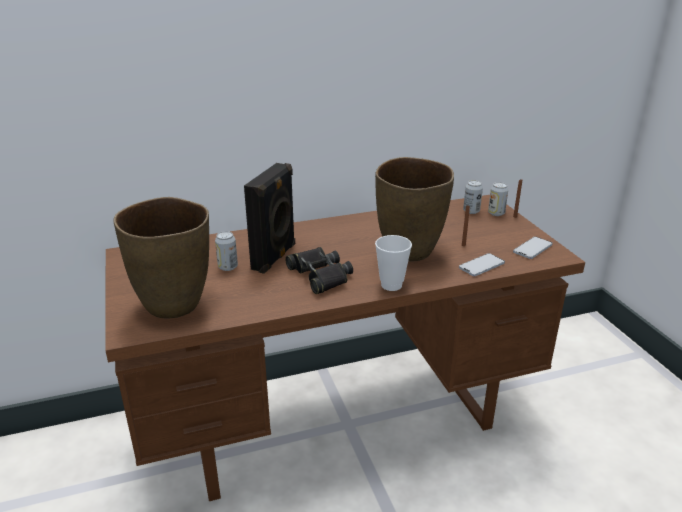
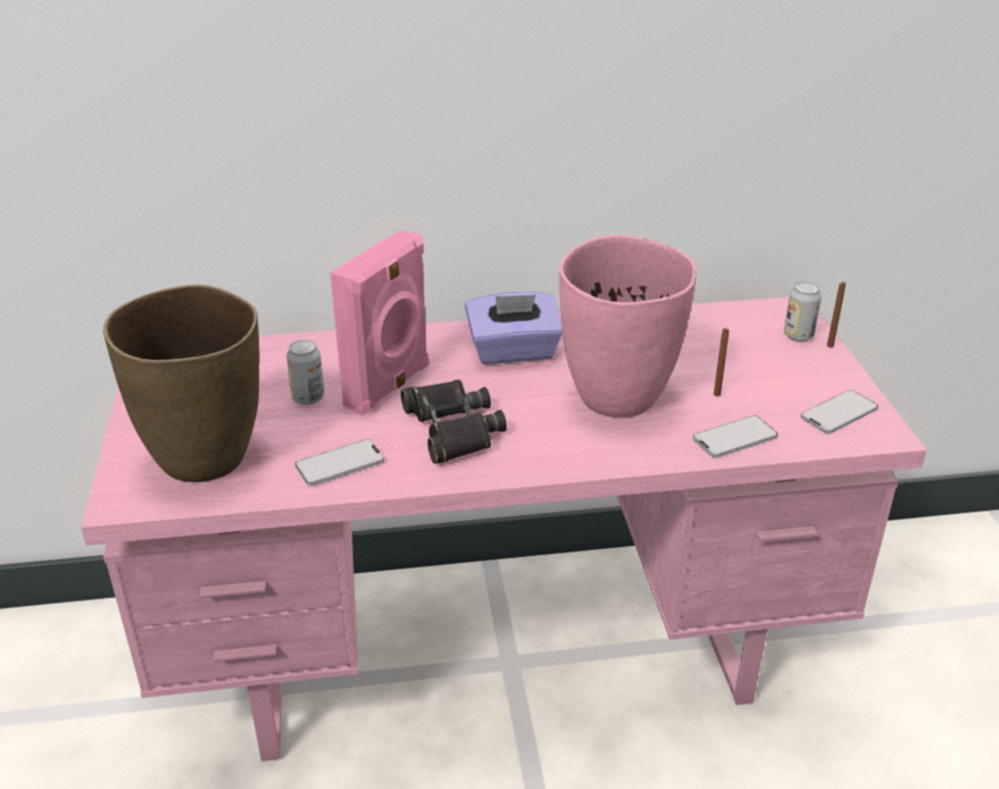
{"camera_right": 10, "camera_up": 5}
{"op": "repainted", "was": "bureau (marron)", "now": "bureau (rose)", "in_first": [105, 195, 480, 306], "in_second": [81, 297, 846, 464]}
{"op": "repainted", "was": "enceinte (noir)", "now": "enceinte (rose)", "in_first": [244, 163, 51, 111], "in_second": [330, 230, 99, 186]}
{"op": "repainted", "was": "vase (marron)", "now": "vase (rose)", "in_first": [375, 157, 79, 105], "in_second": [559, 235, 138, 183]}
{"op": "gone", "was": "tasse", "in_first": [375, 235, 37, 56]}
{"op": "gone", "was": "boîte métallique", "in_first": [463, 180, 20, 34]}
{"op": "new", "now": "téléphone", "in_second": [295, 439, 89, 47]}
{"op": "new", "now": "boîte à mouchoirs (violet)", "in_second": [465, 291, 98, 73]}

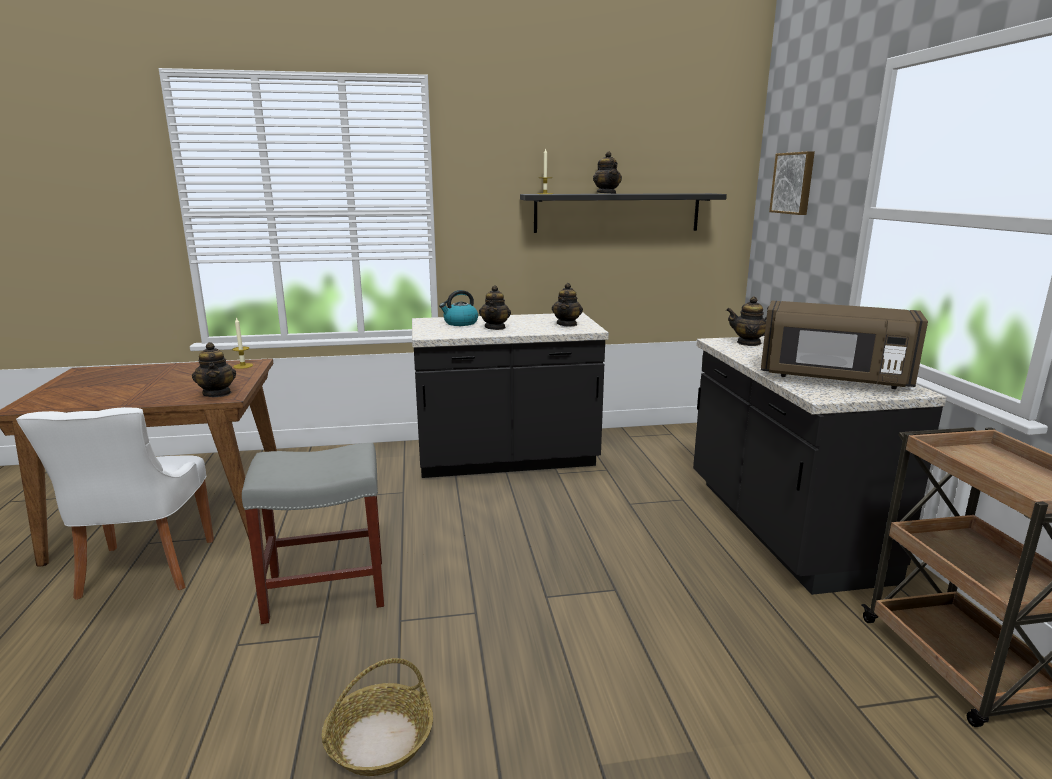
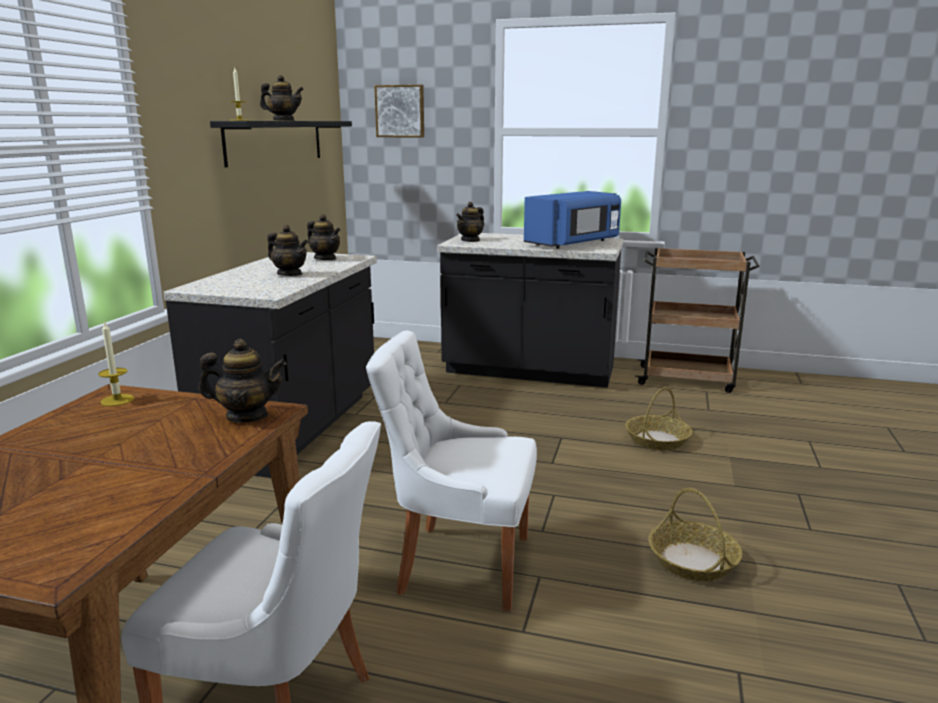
{"camera_right": -65, "camera_up": 0}
{"op": "swapped", "was": "tabouret (gris)", "now": "chaise (blanc)", "in_first": [242, 443, 142, 181], "in_second": [366, 331, 171, 281]}
{"op": "gone", "was": "bouilloire", "in_first": [439, 290, 39, 36]}
{"op": "repainted", "was": "micro-ondes (marron)", "now": "micro-ondes (bleu)", "in_first": [761, 301, 167, 88], "in_second": [524, 191, 97, 58]}
{"op": "new", "now": "panier", "in_second": [625, 387, 68, 63]}

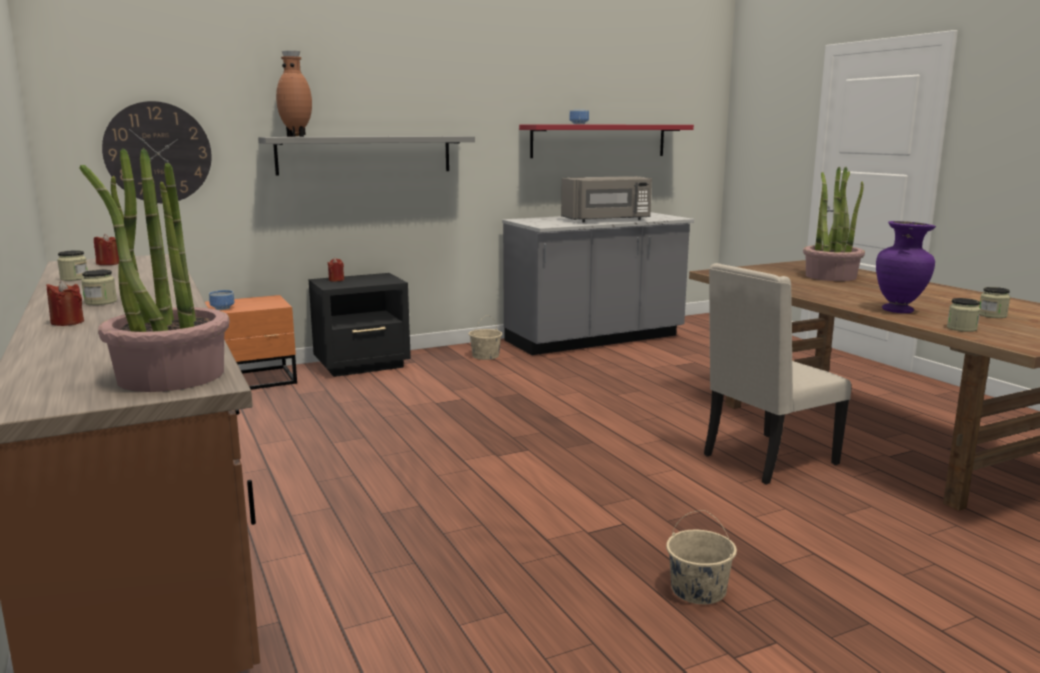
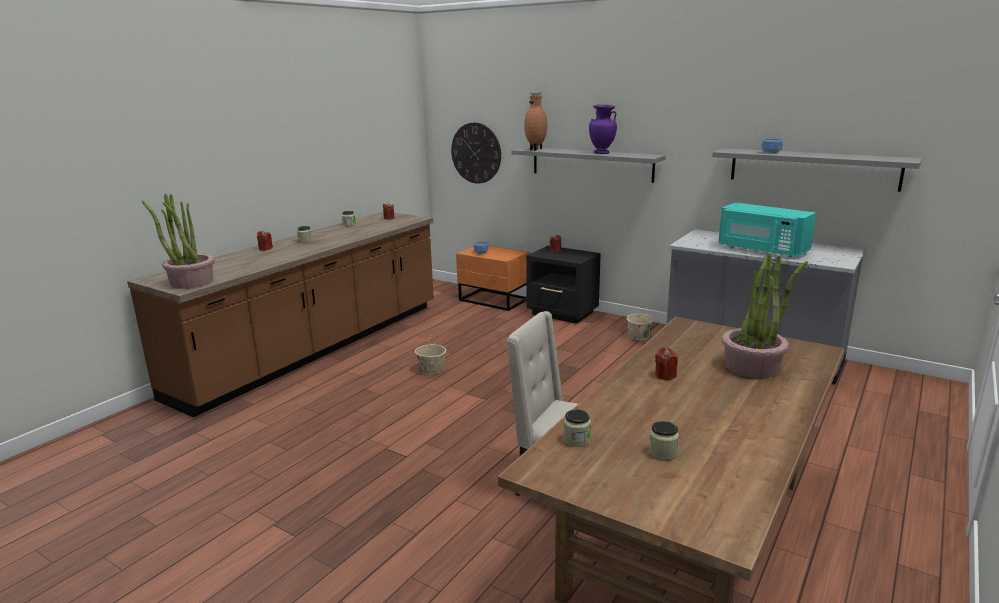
{"camera_right": 60, "camera_up": 5}
{"op": "repainted", "was": "étagère (rouge)", "now": "étagère (gris)", "in_first": [519, 124, 175, 34], "in_second": [712, 148, 210, 44]}
{"op": "repainted", "was": "micro-ondes (gris)", "now": "micro-ondes (turquoise)", "in_first": [561, 176, 91, 46], "in_second": [718, 202, 98, 56]}
{"op": "shifted", "was": "seau (beige)", "in_first": [666, 510, 71, 94], "in_second": [415, 336, 31, 39]}
{"op": "shifted", "was": "vase (violet)", "in_first": [876, 221, 60, 92], "in_second": [589, 105, 28, 49]}
{"op": "new", "now": "bougie (rouge)", "in_second": [655, 347, 23, 33]}

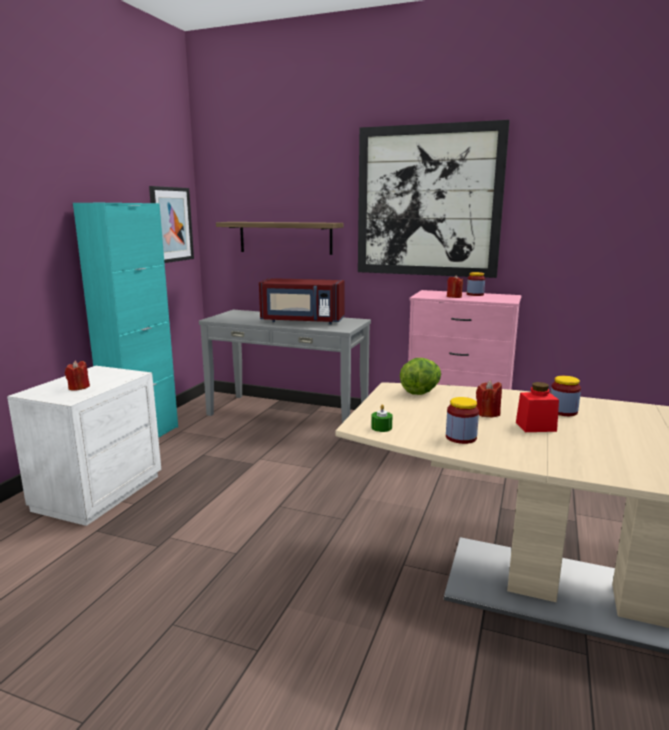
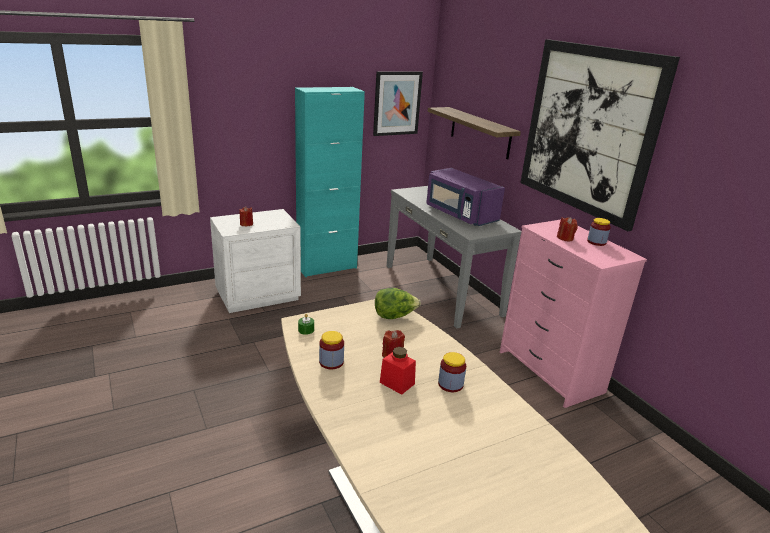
{"camera_right": 40, "camera_up": 10}
{"op": "repainted", "was": "micro-ondes (rouge)", "now": "micro-ondes (violet)", "in_first": [259, 278, 86, 46], "in_second": [426, 168, 79, 58]}

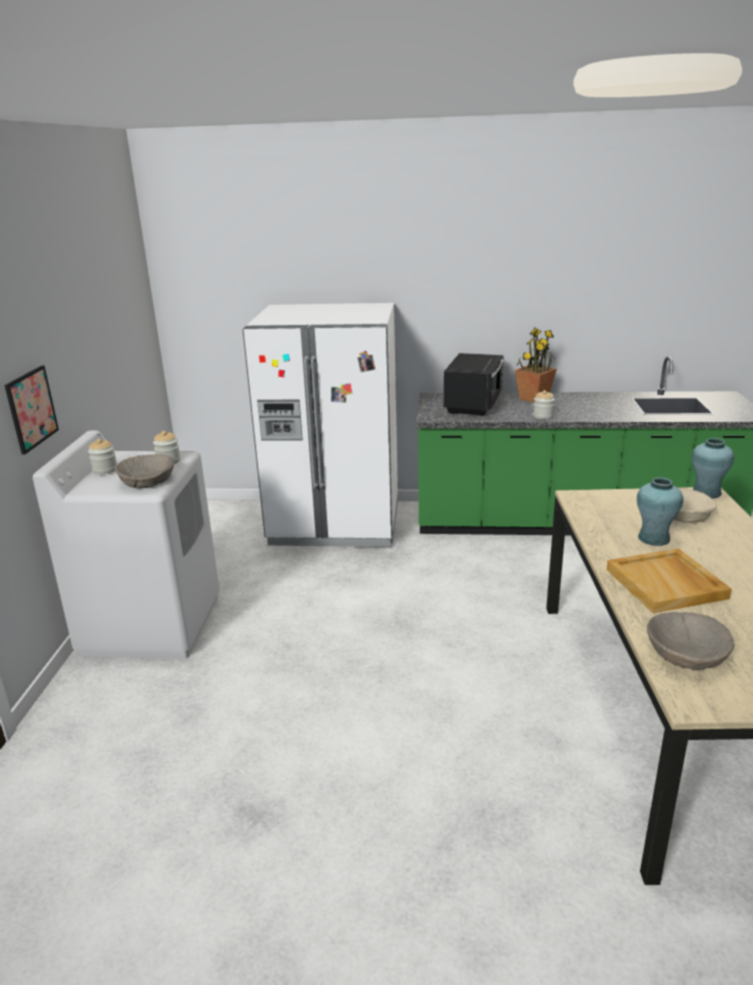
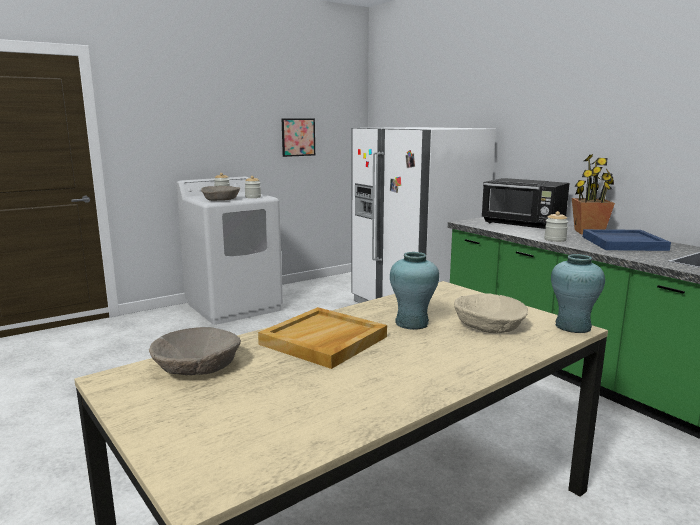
{"camera_right": 50, "camera_up": -10}
{"op": "shifted", "was": "tableau", "in_first": [4, 366, 55, 89], "in_second": [282, 118, 33, 39]}
{"op": "rotated", "was": "micro-ondes (noir)", "in_first": [444, 353, 60, 63], "in_second": [481, 178, 89, 51], "clockwise": 60}
{"op": "new", "now": "plateau (bleu)", "in_second": [583, 229, 88, 22]}

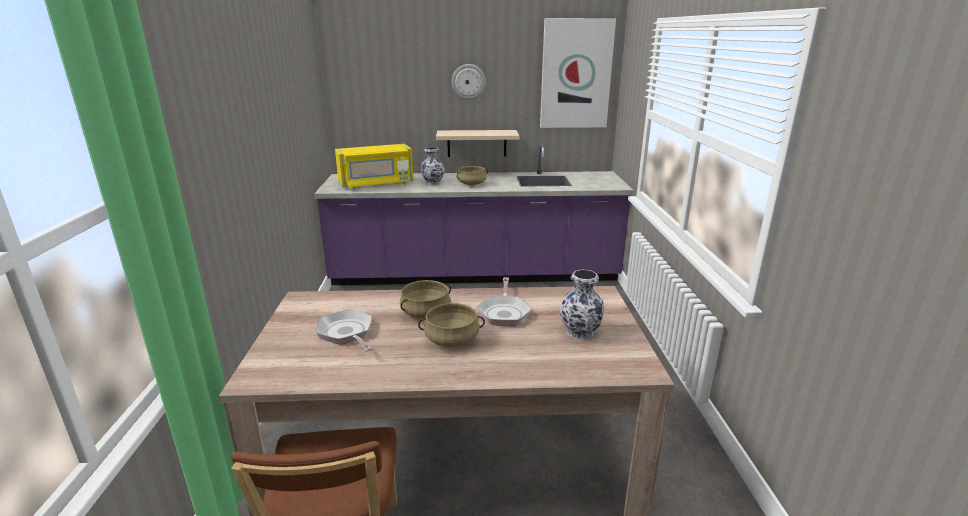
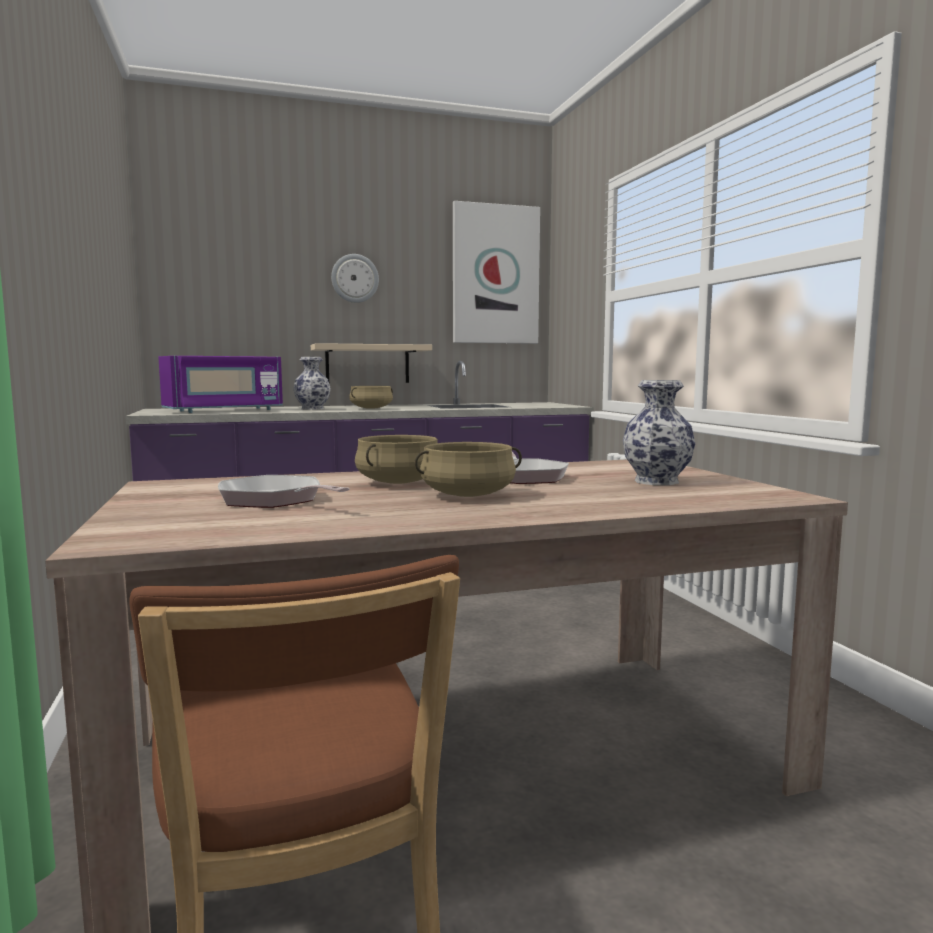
{"camera_right": -15, "camera_up": -15}
{"op": "repainted", "was": "micro-ondes (jaune)", "now": "micro-ondes (violet)", "in_first": [335, 144, 79, 45], "in_second": [158, 356, 125, 57]}

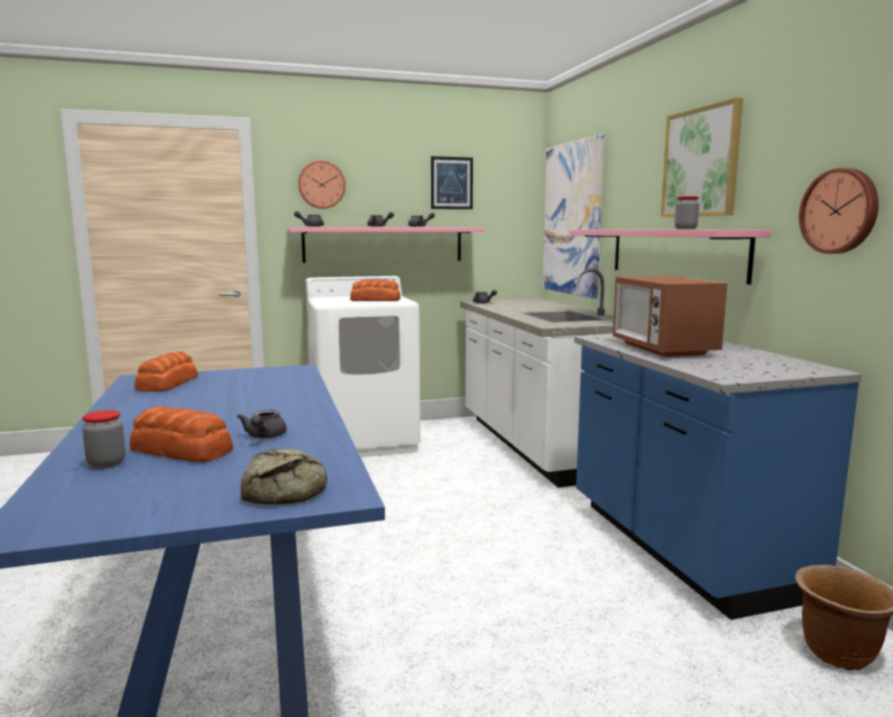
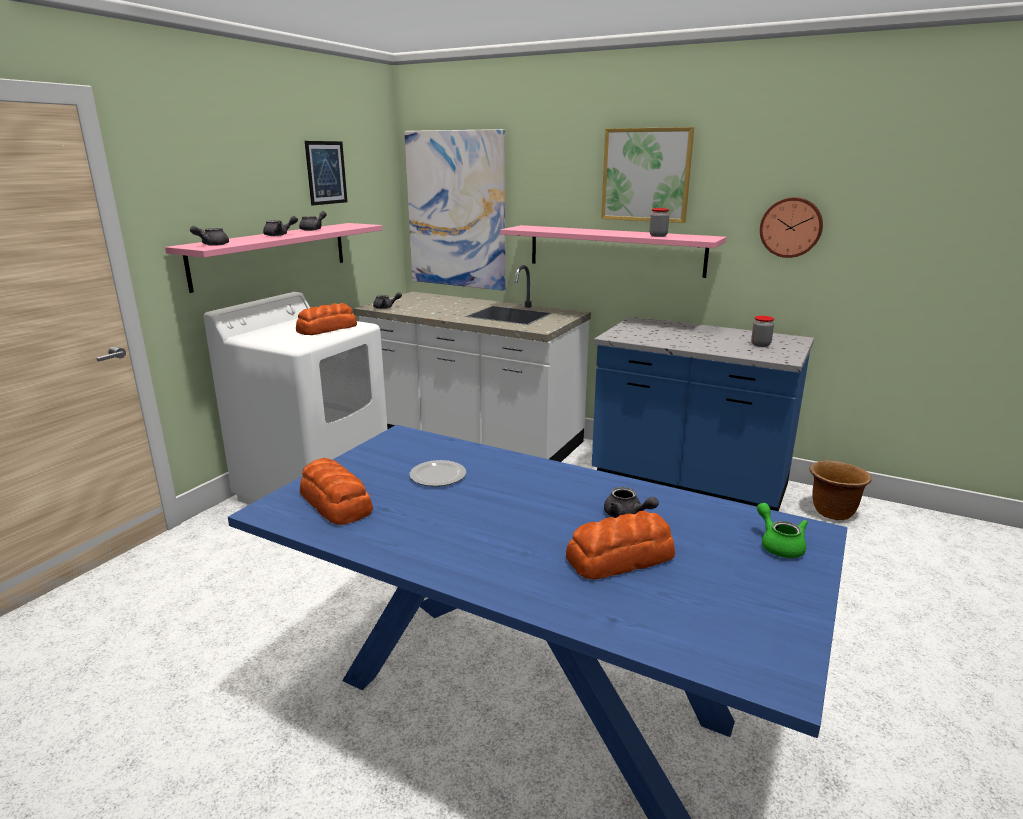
{"camera_right": -45, "camera_up": 10}
{"op": "shifted", "was": "bocal", "in_first": [82, 410, 43, 58], "in_second": [751, 316, 23, 31]}
{"op": "swapped", "was": "pain", "now": "théière (vert)", "in_first": [241, 448, 86, 57], "in_second": [757, 503, 51, 55]}
{"op": "gone", "was": "horloge murale", "in_first": [298, 160, 48, 49]}
{"op": "gone", "was": "micro-ondes", "in_first": [613, 276, 114, 81]}
{"op": "new", "now": "assiette", "in_second": [410, 460, 56, 26]}

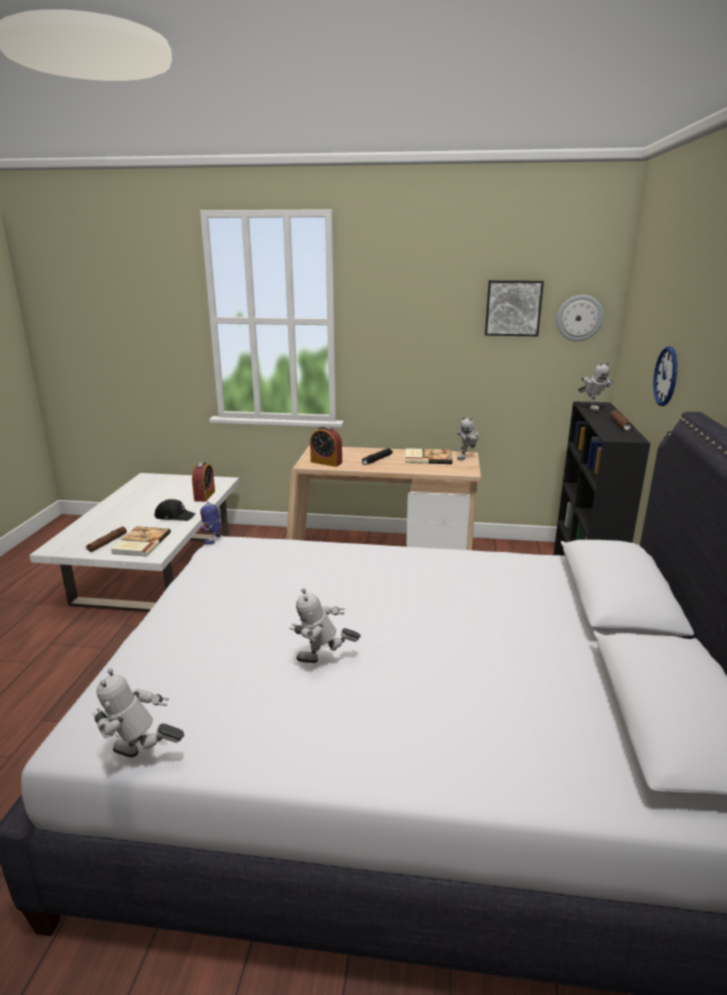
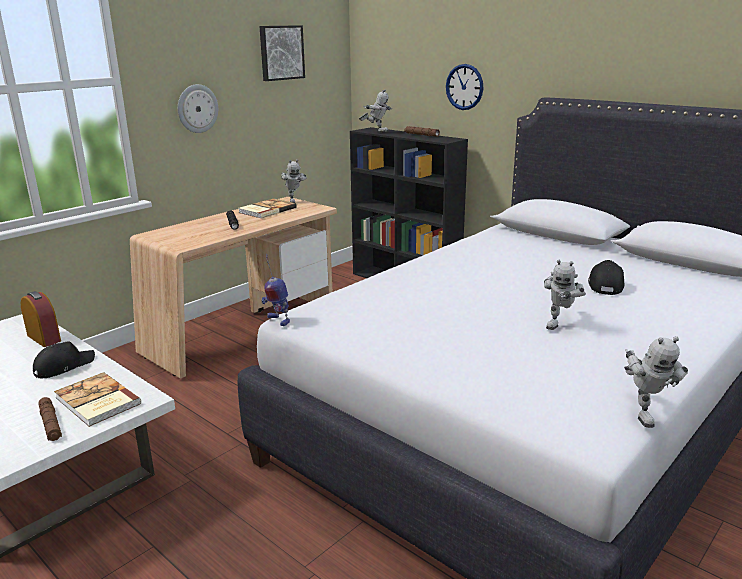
{"camera_right": -55, "camera_up": 0}
{"op": "rotated", "was": "robot jouet", "in_first": [93, 668, 91, 90], "in_second": [624, 336, 64, 92], "clockwise": -45}
{"op": "gone", "was": "réveil", "in_first": [310, 426, 32, 41]}
{"op": "shifted", "was": "horloge murale", "in_first": [556, 295, 48, 47], "in_second": [178, 84, 40, 49]}
{"op": "new", "now": "casquette (noir)", "in_second": [588, 260, 37, 35]}

